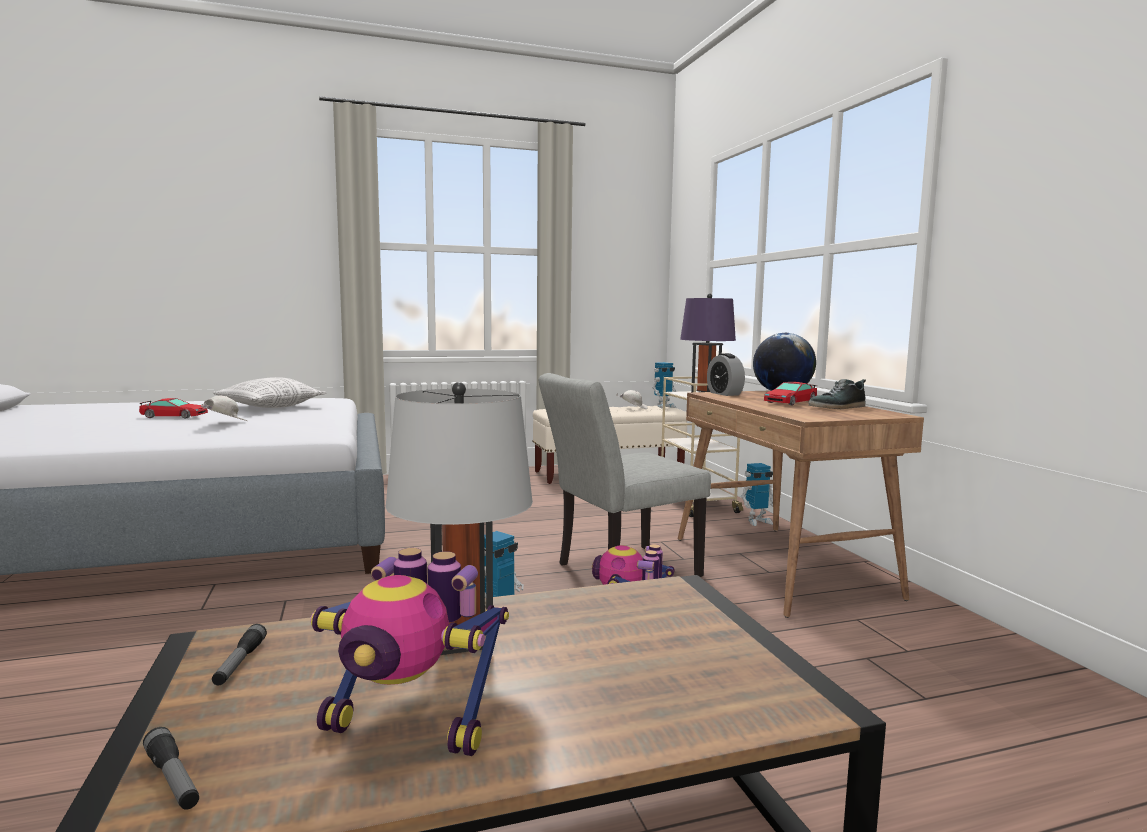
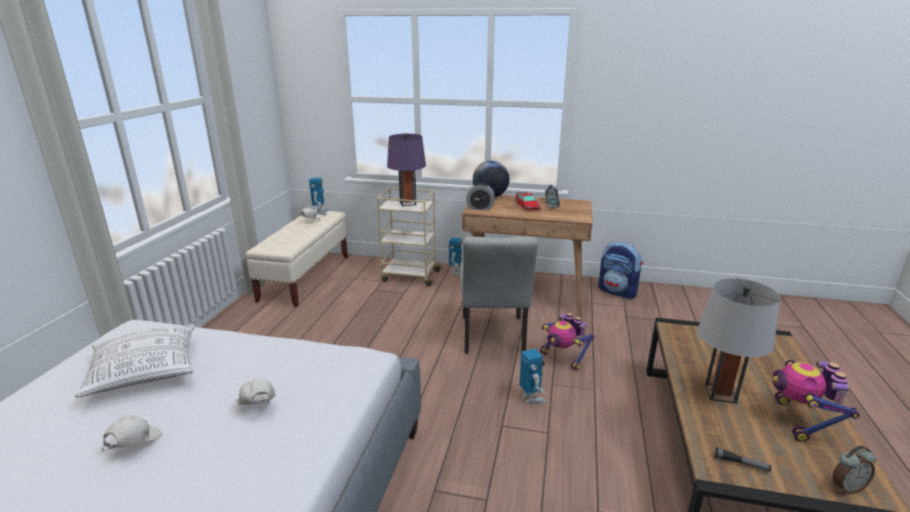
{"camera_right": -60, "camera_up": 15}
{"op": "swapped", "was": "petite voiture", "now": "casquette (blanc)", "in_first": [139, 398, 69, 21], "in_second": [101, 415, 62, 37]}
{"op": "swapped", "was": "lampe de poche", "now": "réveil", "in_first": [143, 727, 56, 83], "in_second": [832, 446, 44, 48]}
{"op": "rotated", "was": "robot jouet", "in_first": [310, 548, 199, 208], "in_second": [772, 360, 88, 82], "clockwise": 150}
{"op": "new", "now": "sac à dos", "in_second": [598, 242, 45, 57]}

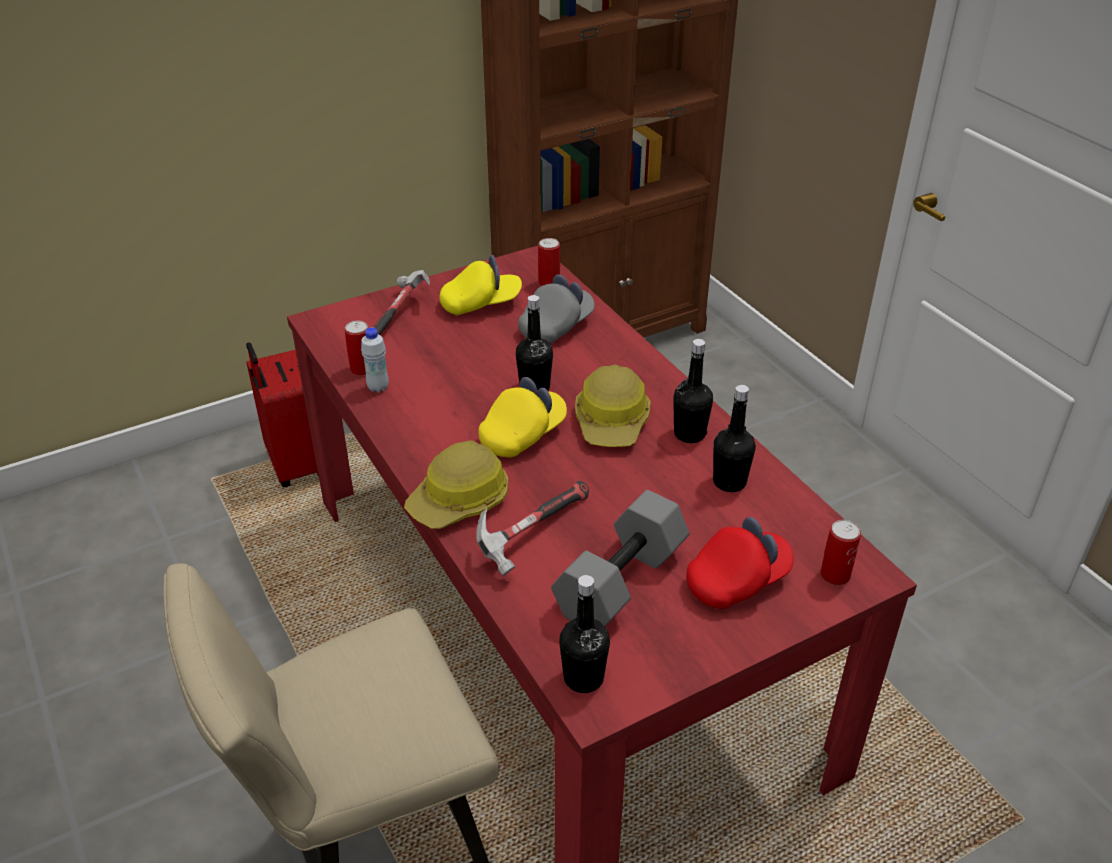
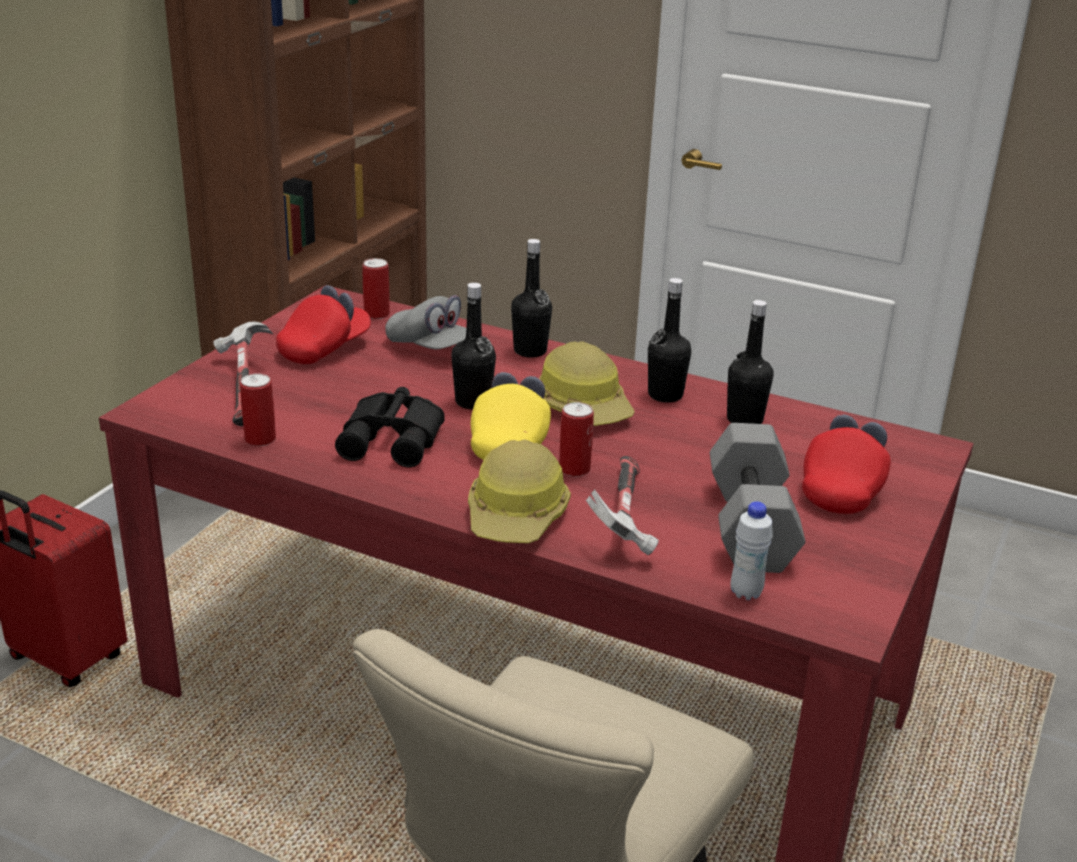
{"camera_right": -35, "camera_up": -10}
{"op": "shifted", "was": "bouteille (blanc)", "in_first": [361, 327, 28, 66], "in_second": [731, 501, 42, 99]}
{"op": "repainted", "was": "casquette (jaune)", "now": "casquette (rouge)", "in_first": [439, 255, 83, 60], "in_second": [276, 285, 95, 79]}
{"op": "rotated", "was": "casquette (gris)", "in_first": [518, 274, 77, 70], "in_second": [385, 295, 81, 54], "clockwise": 120}
{"op": "shifted", "was": "bouteille (noir)", "in_first": [559, 575, 51, 118], "in_second": [511, 239, 41, 119]}
{"op": "shifted", "was": "boîte métallique", "in_first": [820, 520, 41, 65], "in_second": [559, 402, 35, 74]}
{"op": "new", "now": "jumelles (noir)", "in_second": [335, 387, 110, 80]}

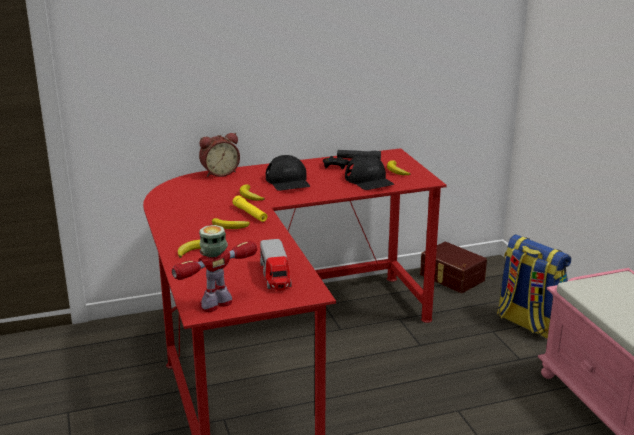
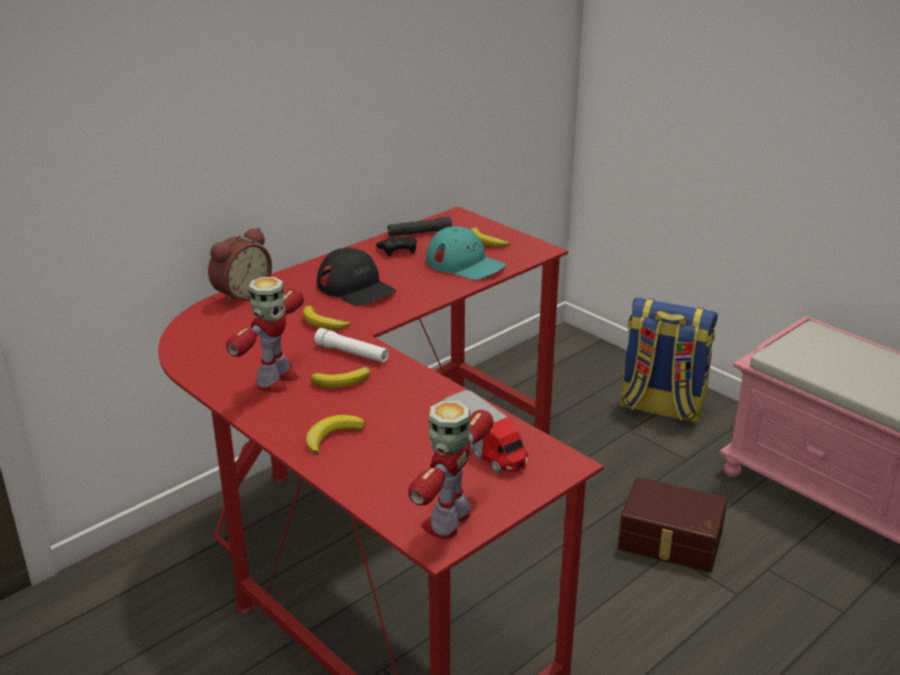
{"camera_right": -25, "camera_up": 5}
{"op": "repainted", "was": "lampe de poche (jaune)", "now": "lampe de poche (blanc)", "in_first": [233, 196, 35, 26], "in_second": [314, 328, 75, 35]}
{"op": "repainted", "was": "casquette (noir)", "now": "casquette (turquoise)", "in_first": [345, 154, 49, 36], "in_second": [426, 226, 80, 54]}
{"op": "shifted", "was": "boîte de rangement (marron)", "in_first": [420, 242, 67, 51], "in_second": [618, 477, 109, 95]}
{"op": "new", "now": "robot jouet", "in_second": [226, 277, 78, 115]}

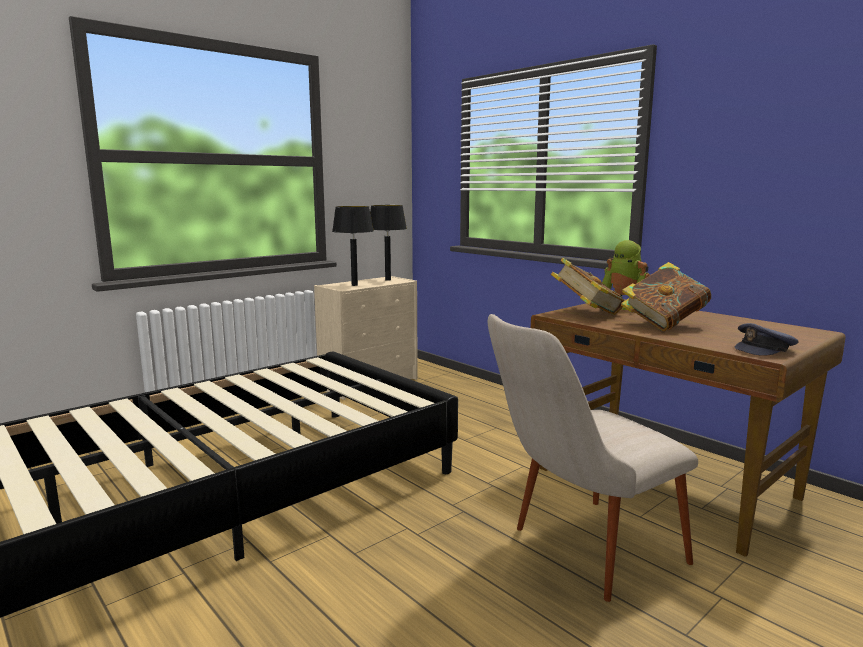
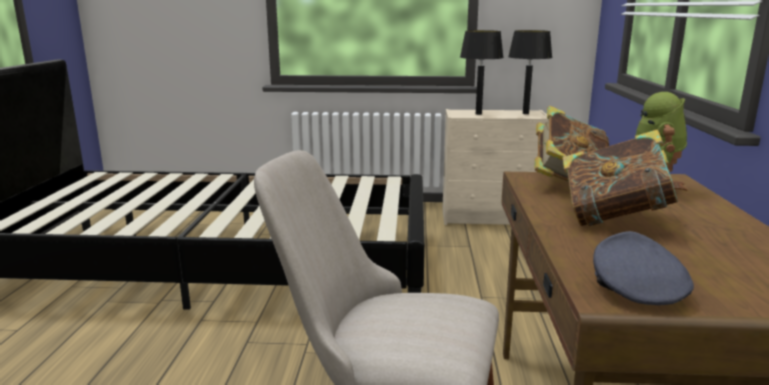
{"camera_right": 45, "camera_up": 5}
{"op": "rotated", "was": "casquette (gris)", "in_first": [734, 323, 65, 33], "in_second": [593, 231, 101, 74], "clockwise": 75}

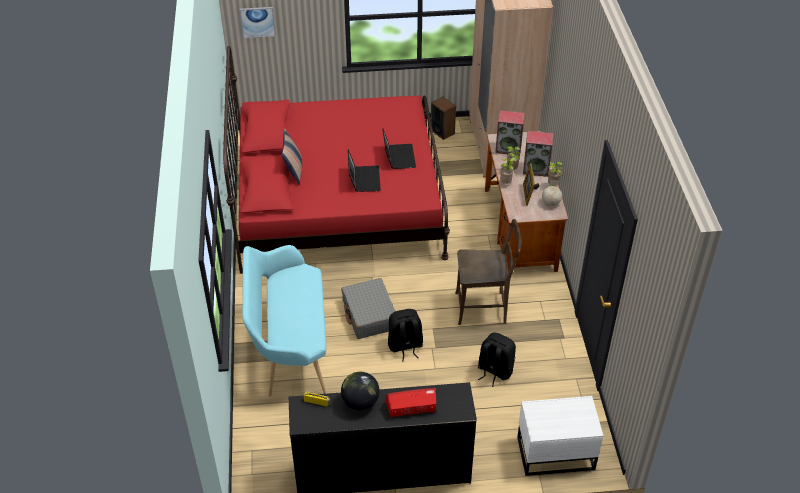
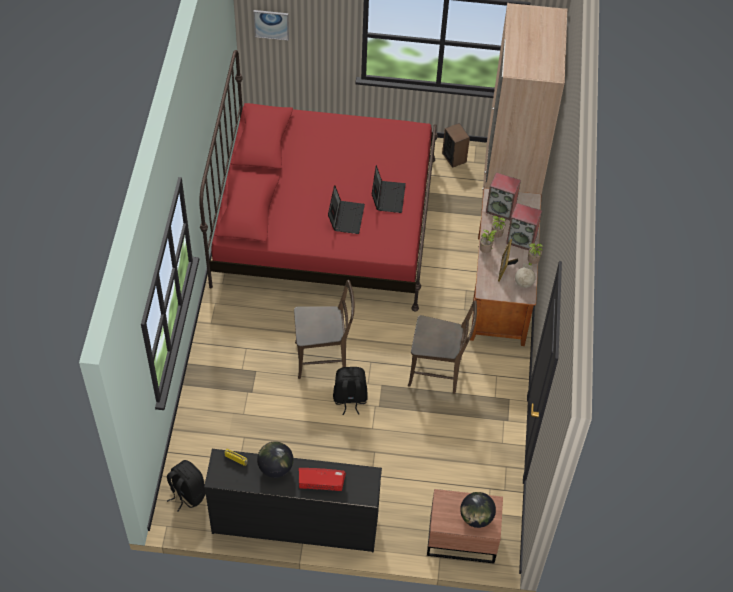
{"camera_right": 10, "camera_up": 10}
{"op": "gone", "was": "banc (turquoise)", "in_first": [242, 245, 85, 151]}
{"op": "gone", "was": "coussin", "in_first": [282, 129, 20, 57]}
{"op": "swapped", "was": "valise (gris)", "now": "chaise (marron)", "in_first": [341, 278, 54, 61], "in_second": [294, 280, 61, 99]}
{"op": "shifted", "was": "sac à dos (noir)", "in_first": [478, 332, 38, 55], "in_second": [167, 460, 39, 52]}
{"op": "repainted", "was": "table de chevet (blanc)", "now": "table de chevet (marron)", "in_first": [517, 396, 86, 80], "in_second": [427, 489, 76, 74]}
{"op": "new", "now": "globe", "in_second": [460, 492, 36, 36]}

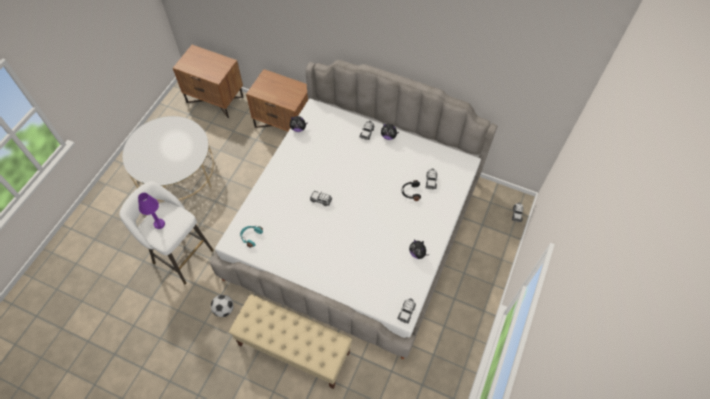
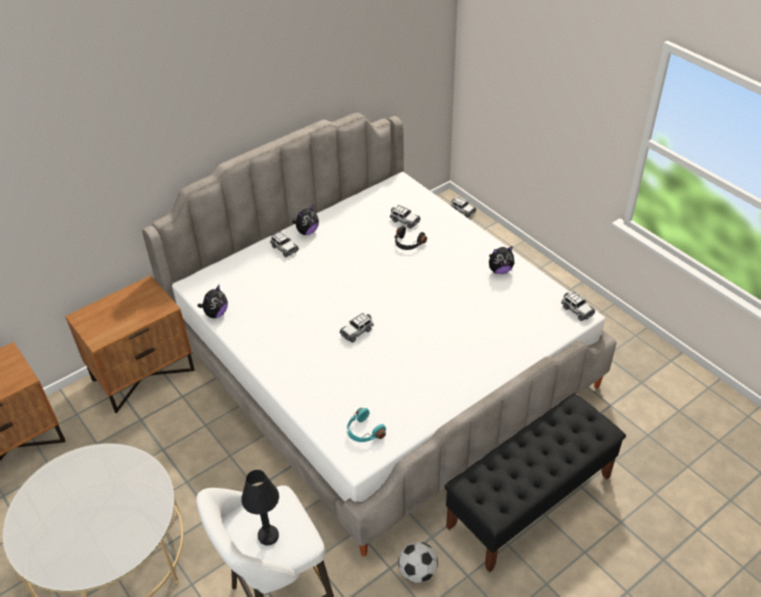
{"camera_right": -60, "camera_up": -15}
{"op": "repainted", "was": "lampe de table (violet)", "now": "lampe de table (noir)", "in_first": [138, 193, 27, 36], "in_second": [241, 470, 38, 76]}
{"op": "repainted", "was": "banc (beige)", "now": "banc (noir)", "in_first": [229, 294, 123, 95], "in_second": [445, 393, 181, 179]}

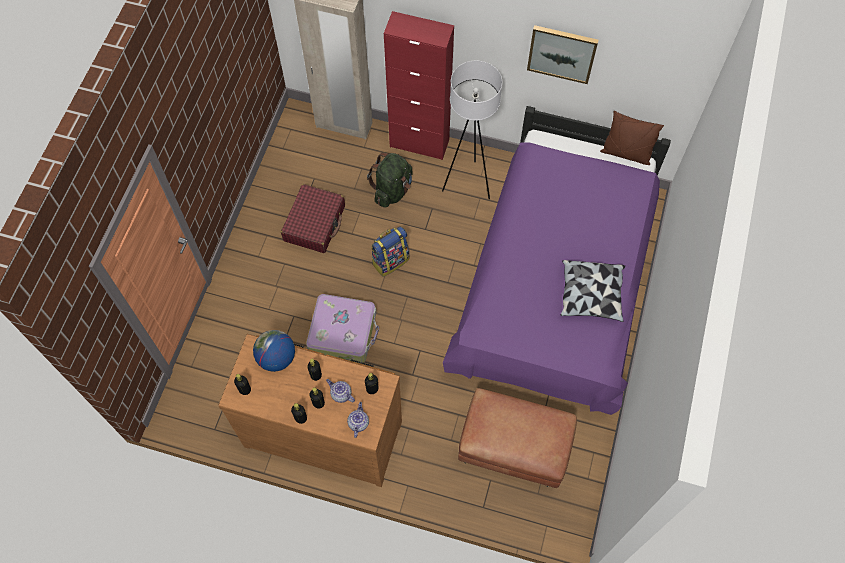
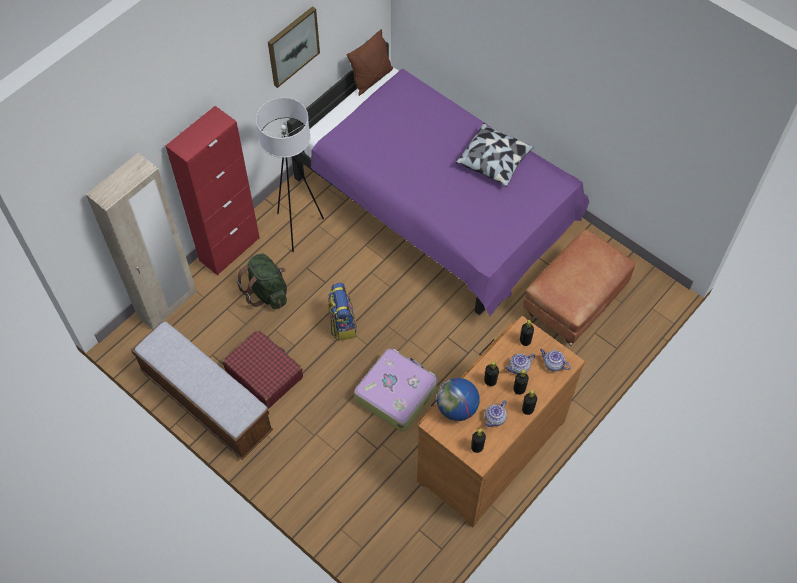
{"camera_right": -65, "camera_up": -5}
{"op": "new", "now": "banc", "in_second": [131, 321, 142, 139]}
{"op": "new", "now": "théière", "in_second": [485, 400, 22, 27]}

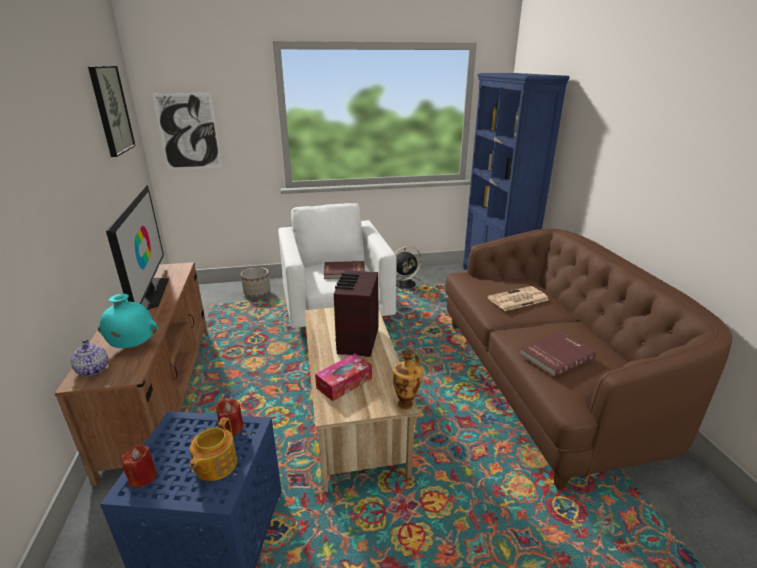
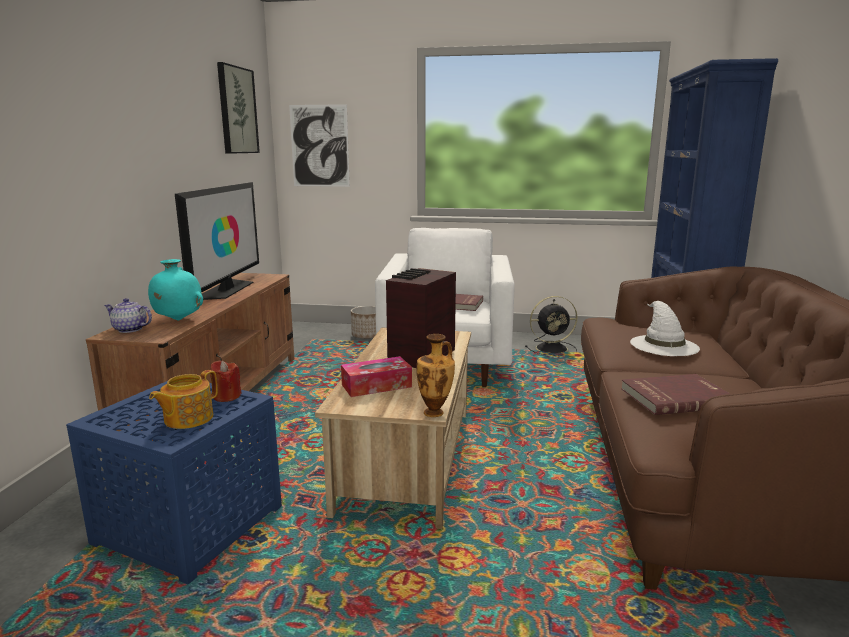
{"camera_right": 20, "camera_up": -10}
{"op": "rotated", "was": "théière", "in_first": [71, 339, 37, 37], "in_second": [104, 298, 48, 35], "clockwise": -60}
{"op": "gone", "was": "bougie (rouge)", "in_first": [121, 445, 36, 43]}
{"op": "swapped", "was": "journal", "now": "chapeau (blanc)", "in_first": [487, 286, 62, 25], "in_second": [630, 301, 70, 55]}

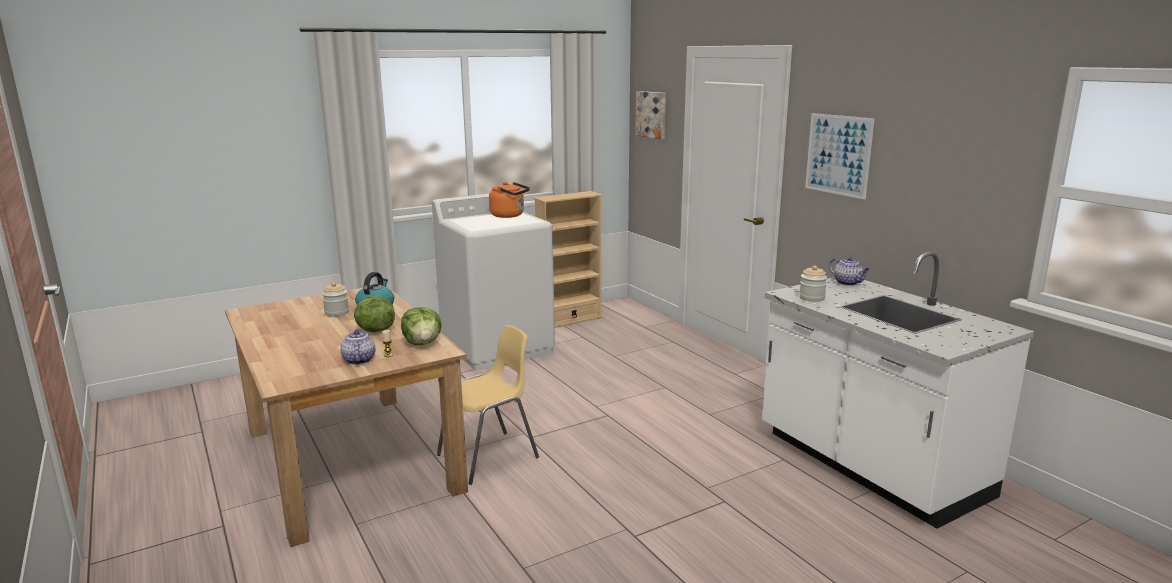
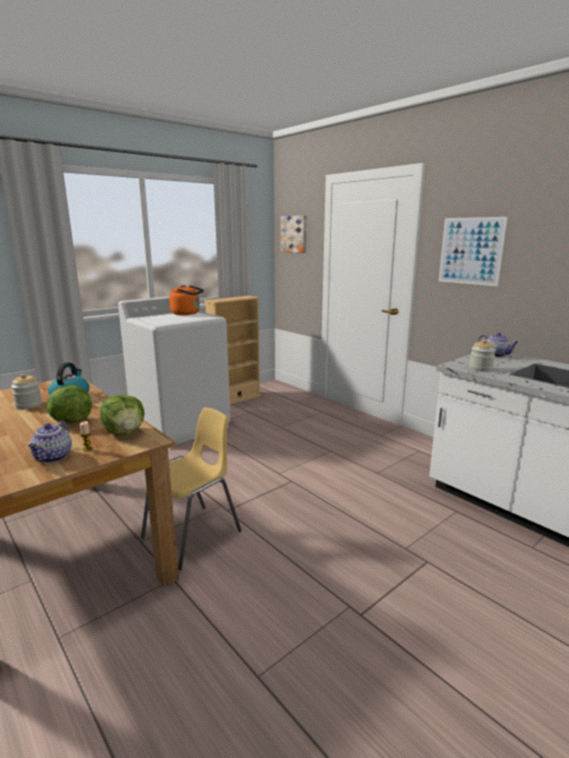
{"camera_right": -10, "camera_up": 0}
{"op": "rotated", "was": "théière", "in_first": [341, 329, 34, 36], "in_second": [28, 421, 44, 42], "clockwise": -150}

